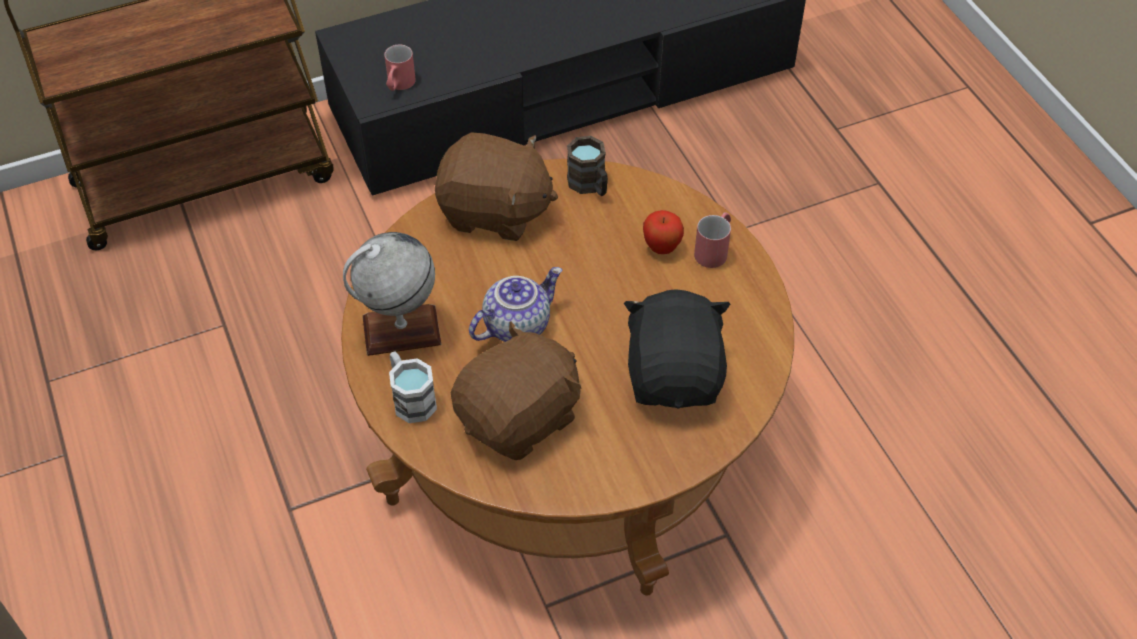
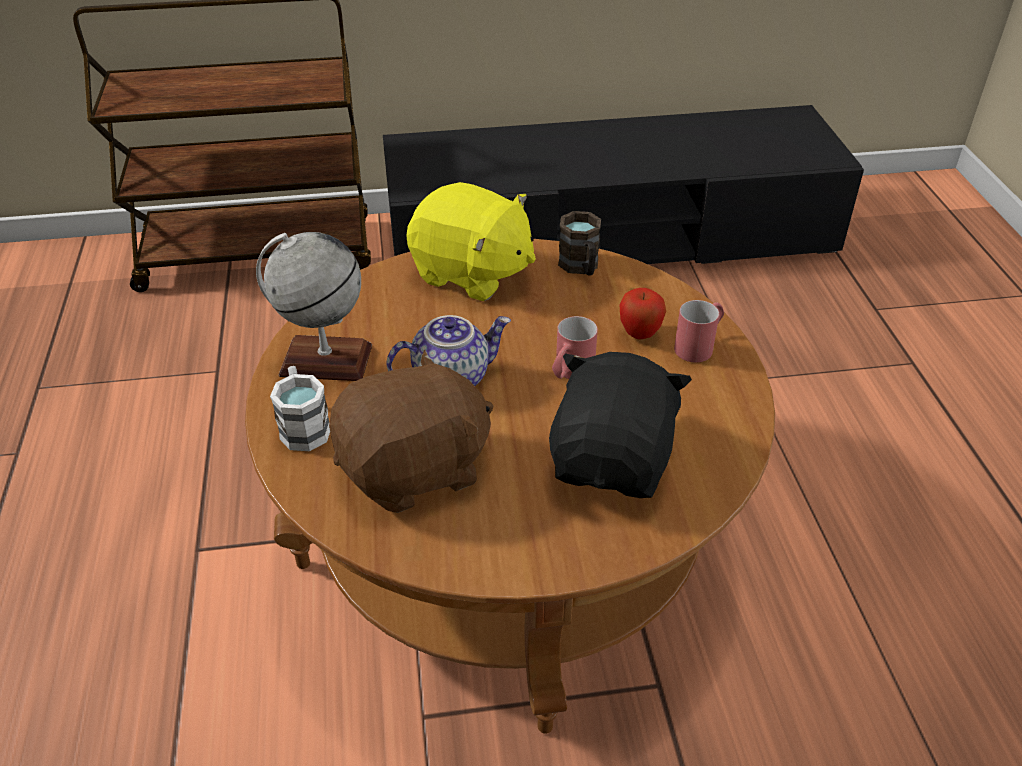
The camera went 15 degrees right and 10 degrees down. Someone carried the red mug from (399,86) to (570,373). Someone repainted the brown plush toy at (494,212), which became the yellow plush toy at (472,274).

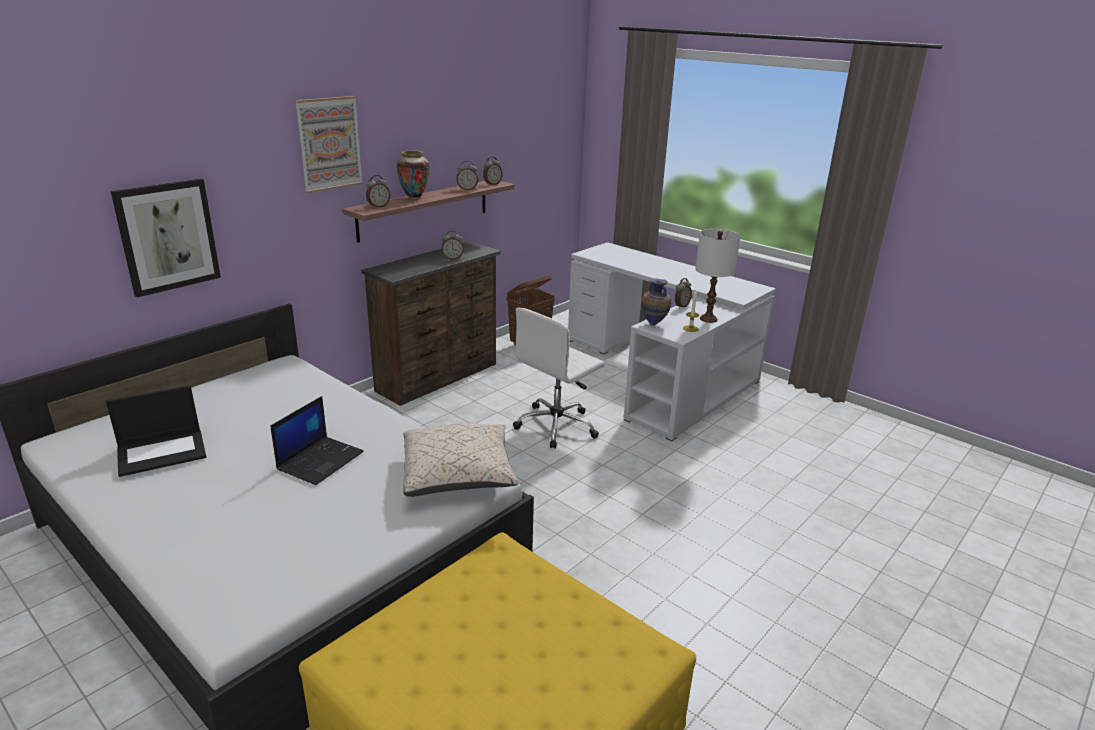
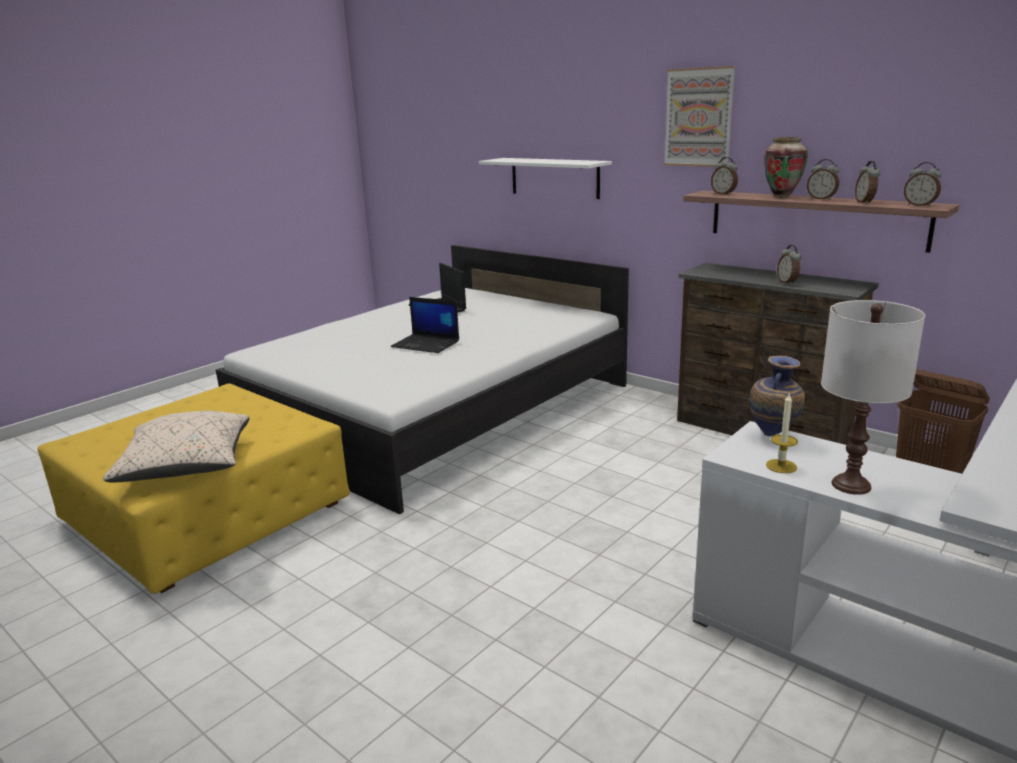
The camera went 90 degrees right and 5 degrees down. Someone took away the white office chair at (557,426). Someone carried the beige pillow from (458,475) to (186,467). Someone carried the alarm clock from (681,306) to (821,199). Someone swapped the picture at (168,236) for the white shelf at (554,177).

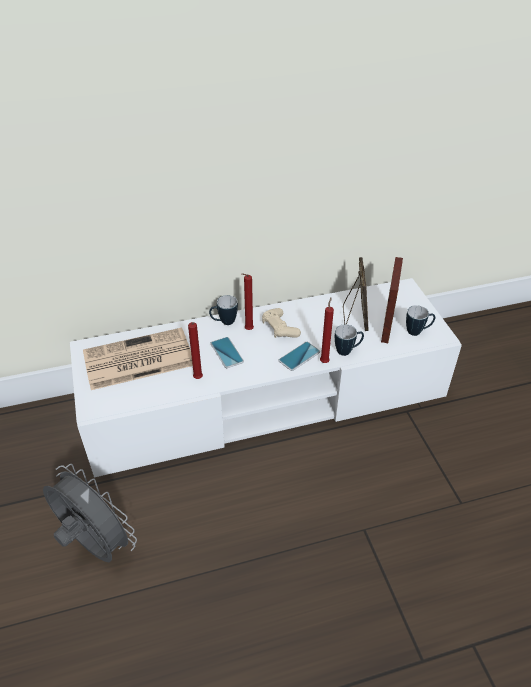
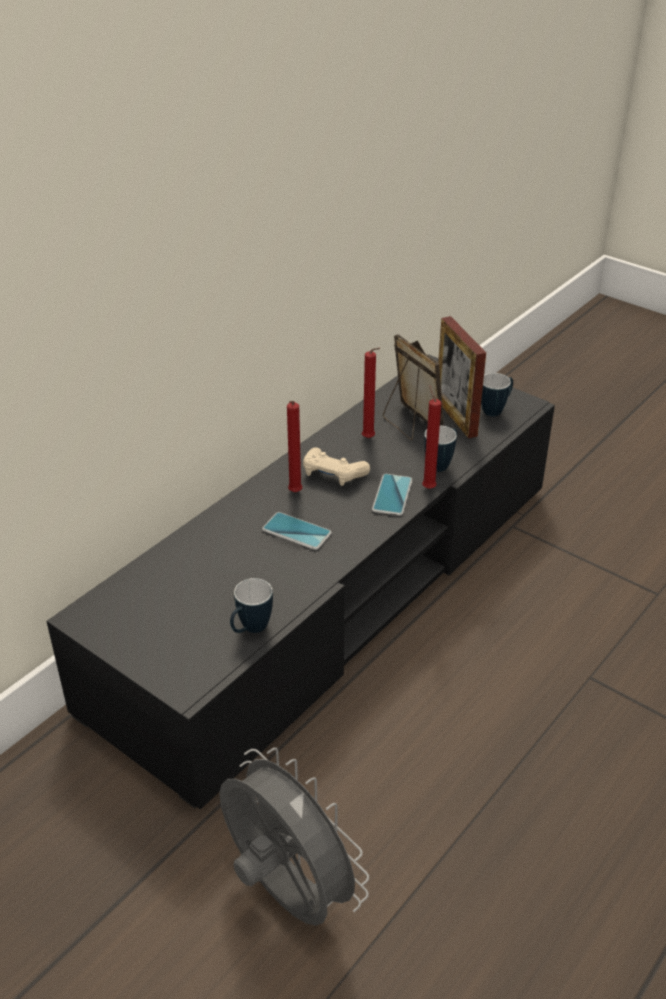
The camera went 35 degrees left and 5 degrees down. Someone took away the newspaper at (137,360). Someone carried the red candle from (198,379) to (369,439). Someone carried the mug from (224,322) to (250,630). Someone repainted the white tv stand at (265,398), which became the black tv stand at (333,592). Someone rotated the grey fan at (95,545) by 45 degrees clockwise.

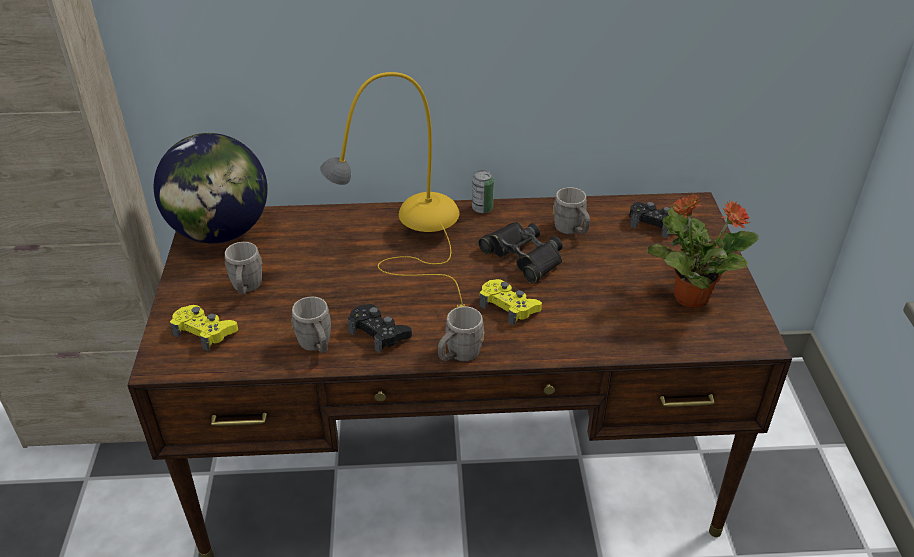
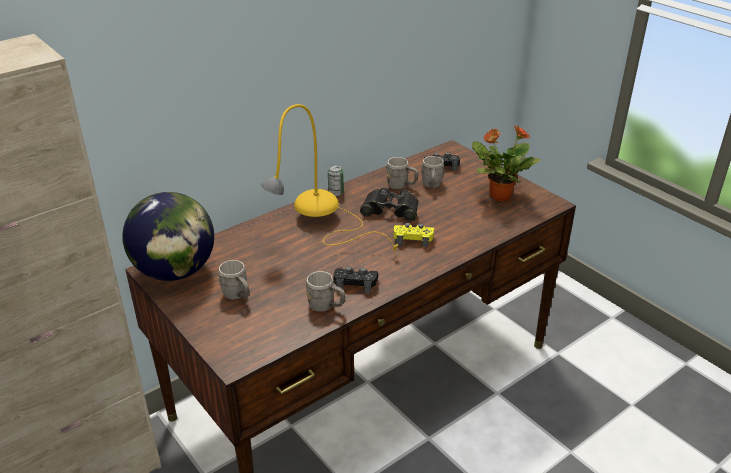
The camera went 35 degrees left and 5 degrees down. Someone took away the yellow game controller at (204,332). Someone carried the grey mug from (459,355) to (431,186).

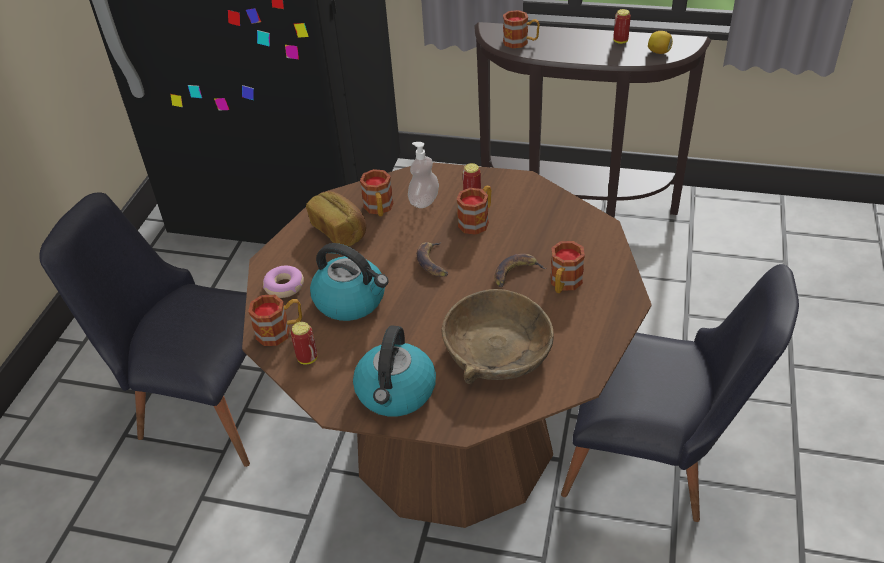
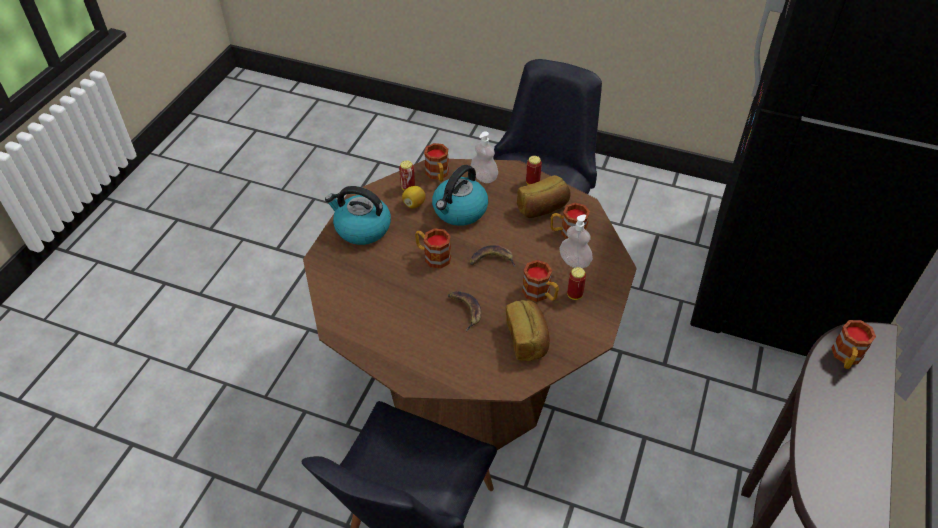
The camera went 95 degrees right and 5 degrees up. Someone took away the brown bowl at (497,349). Someone put down the bread at (527,339). Someone carried the mug from (564,284) to (432,256). Someone carried the can from (620,41) to (532,182). Someone carried the lemon from (659,52) to (414,204). Someone swapped the donut at (284,286) for the soap dispenser at (484,177).

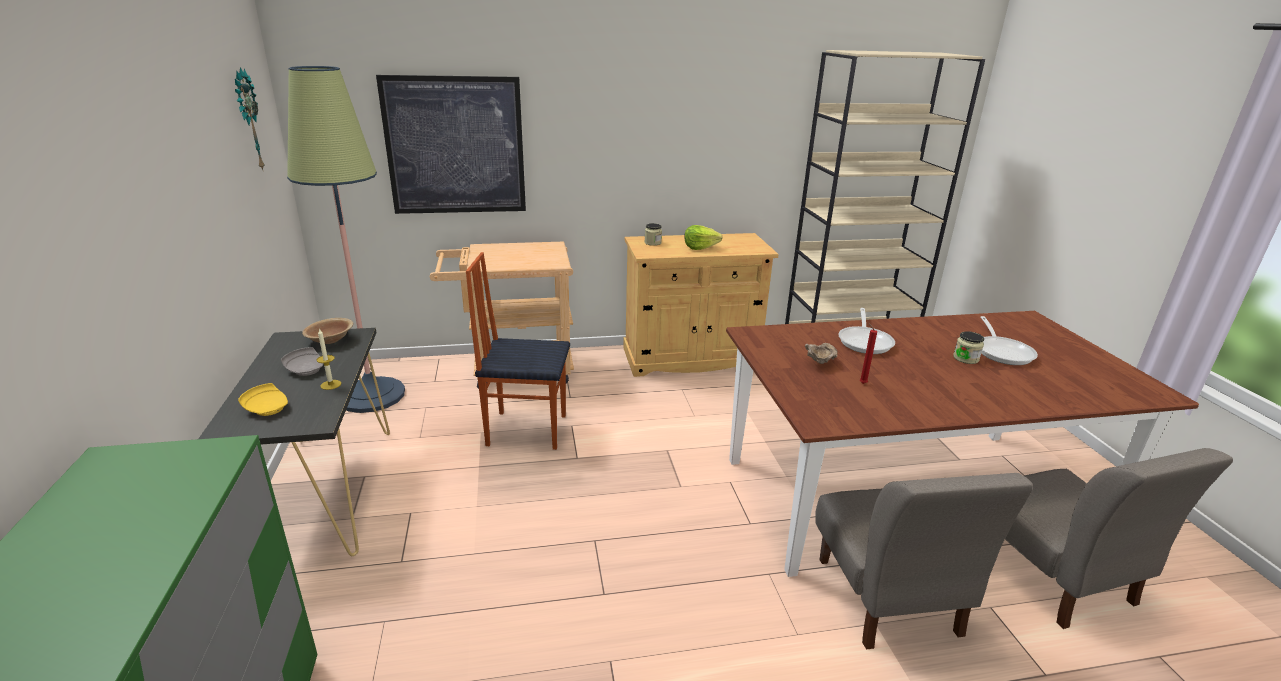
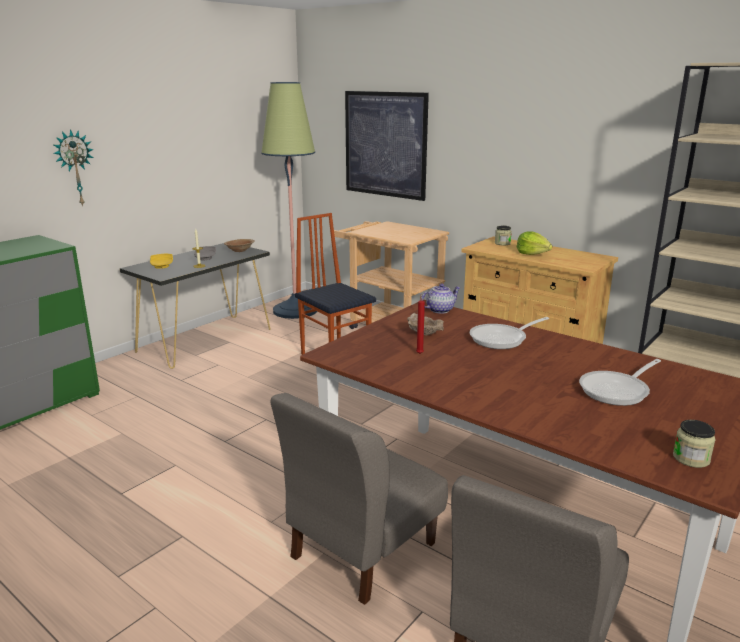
The camera went 50 degrees right and 5 degrees down. Someone put down the teapot at (439,310). Someone carried the wall clock from (247,120) to (74,168). Someone carried the jar from (965,358) to (691,458).

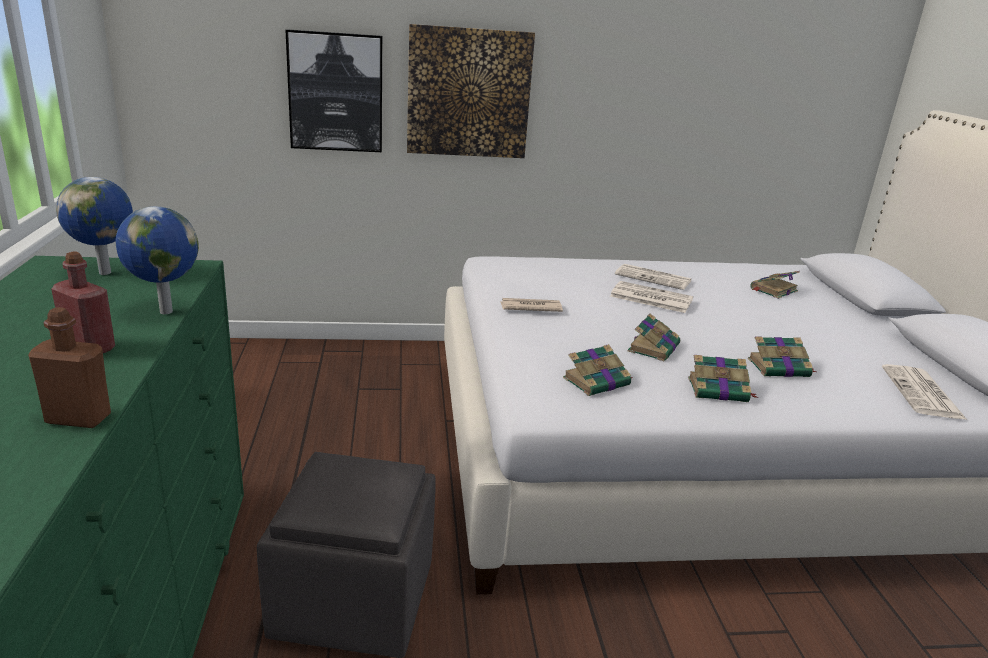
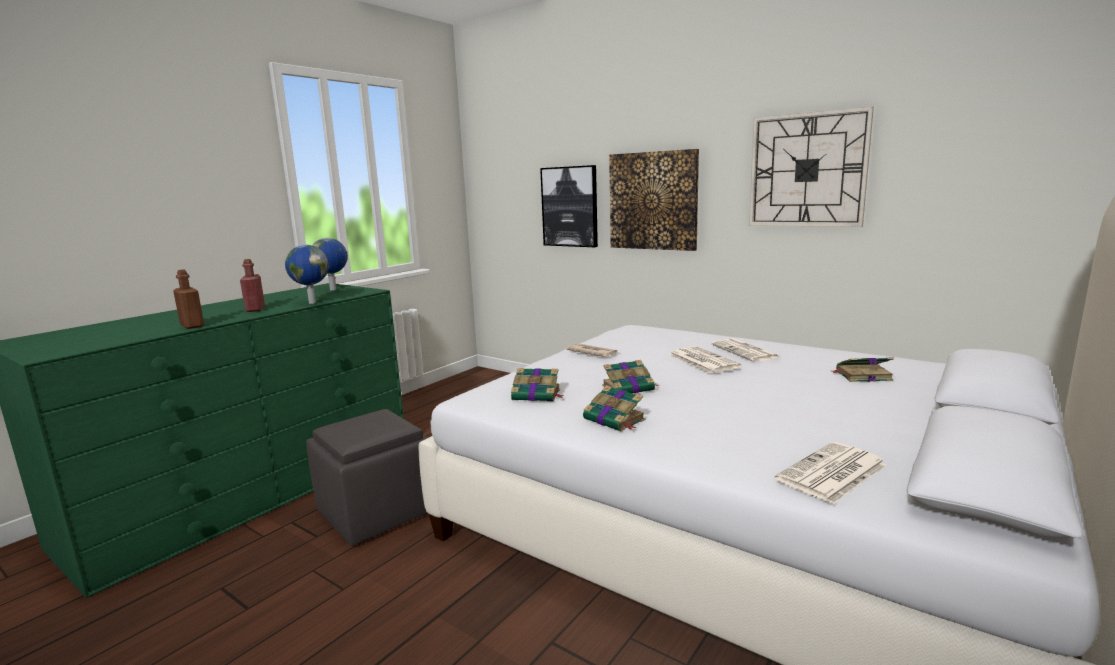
The camera went 45 degrees right and 10 degrees down. Someone took away the book at (780,368). Someone put up the wall clock at (807,170).

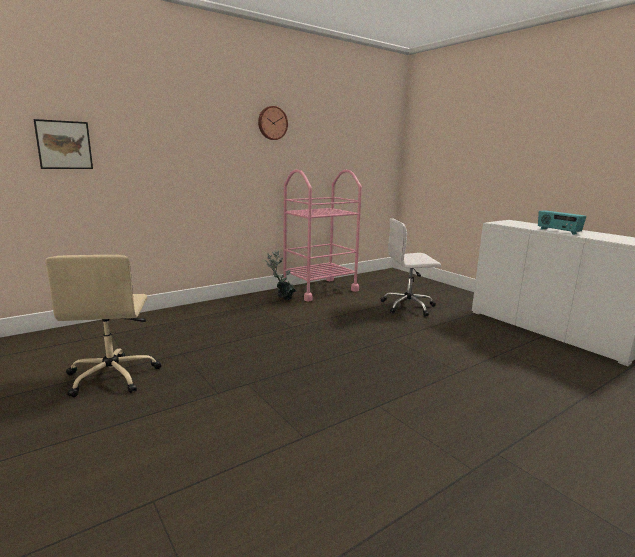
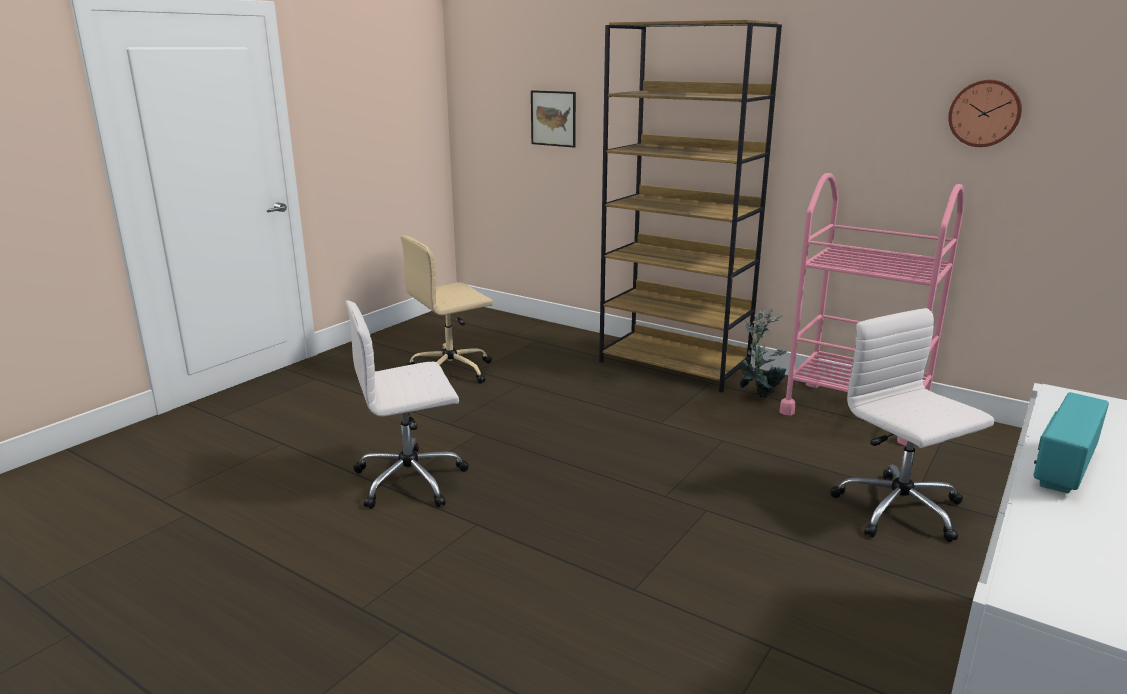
The camera went 70 degrees right and 5 degrees up. Someone put down the white office chair at (412,480). Someone put down the brown bookcase at (675,365). Someone carried the wall clock from (272,123) to (985,113).

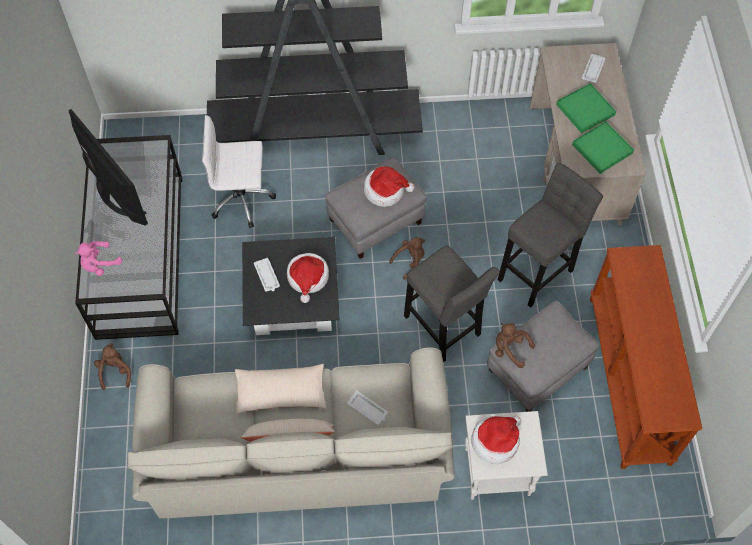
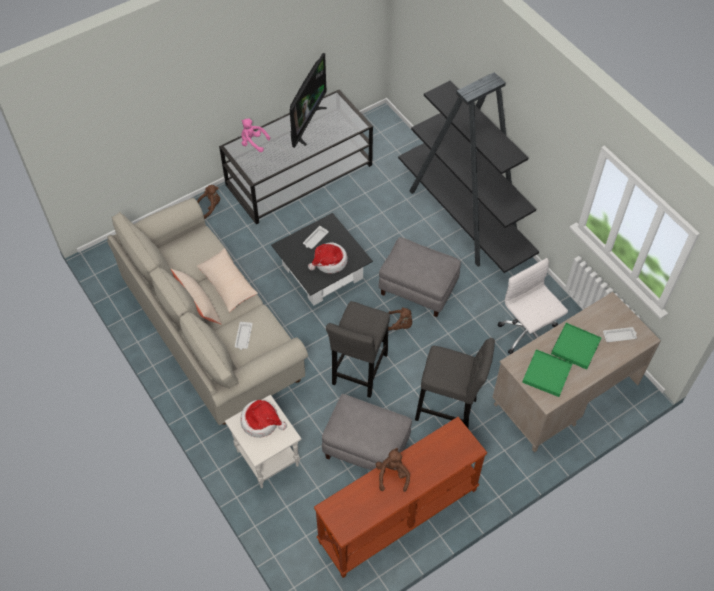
The camera went 60 degrees right and 5 degrees down. Someone took away the hat at (385,190). Someone carried the white office chair from (242,198) to (528,334). Someone carried the brown plush toy from (510,349) to (392,475).

